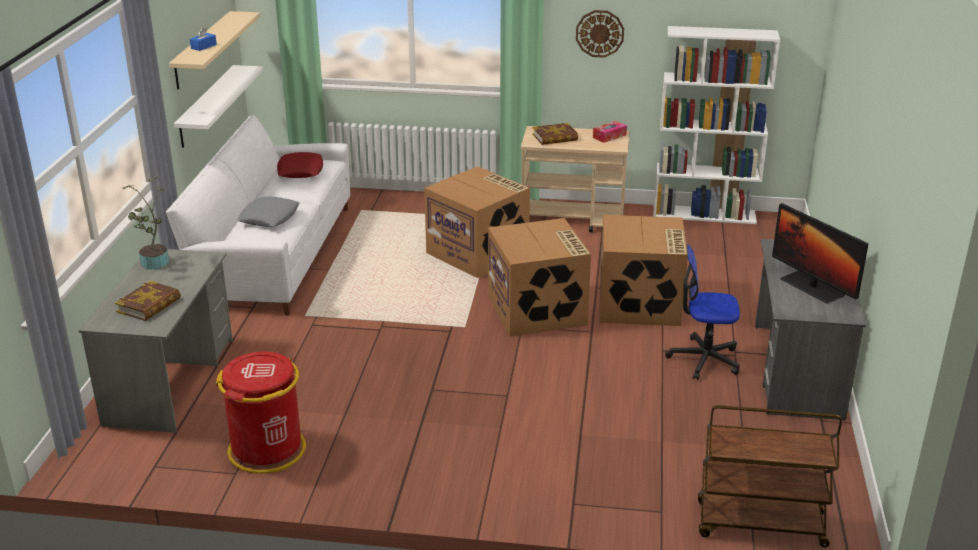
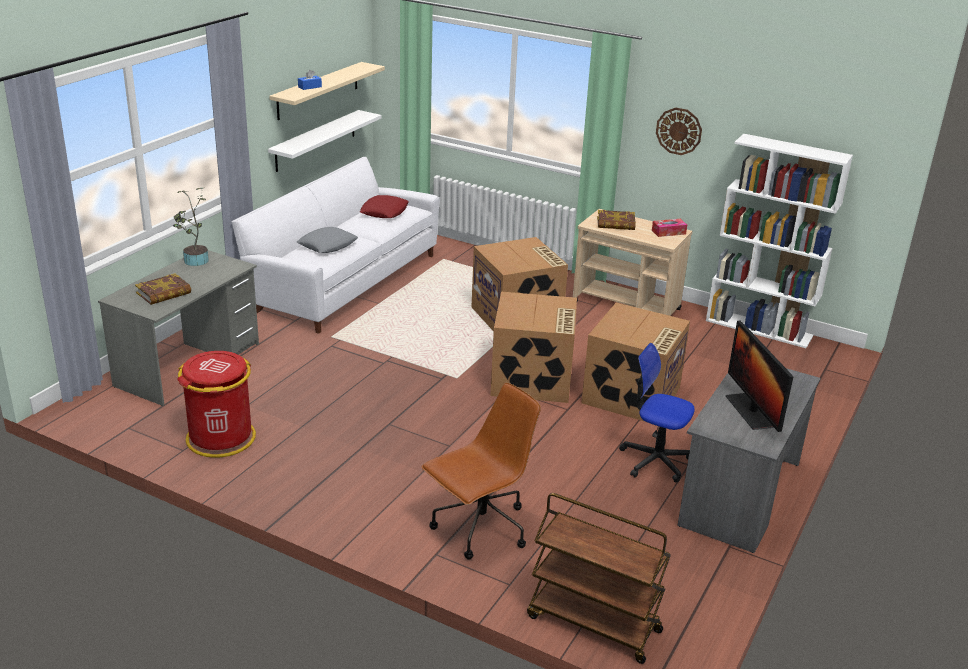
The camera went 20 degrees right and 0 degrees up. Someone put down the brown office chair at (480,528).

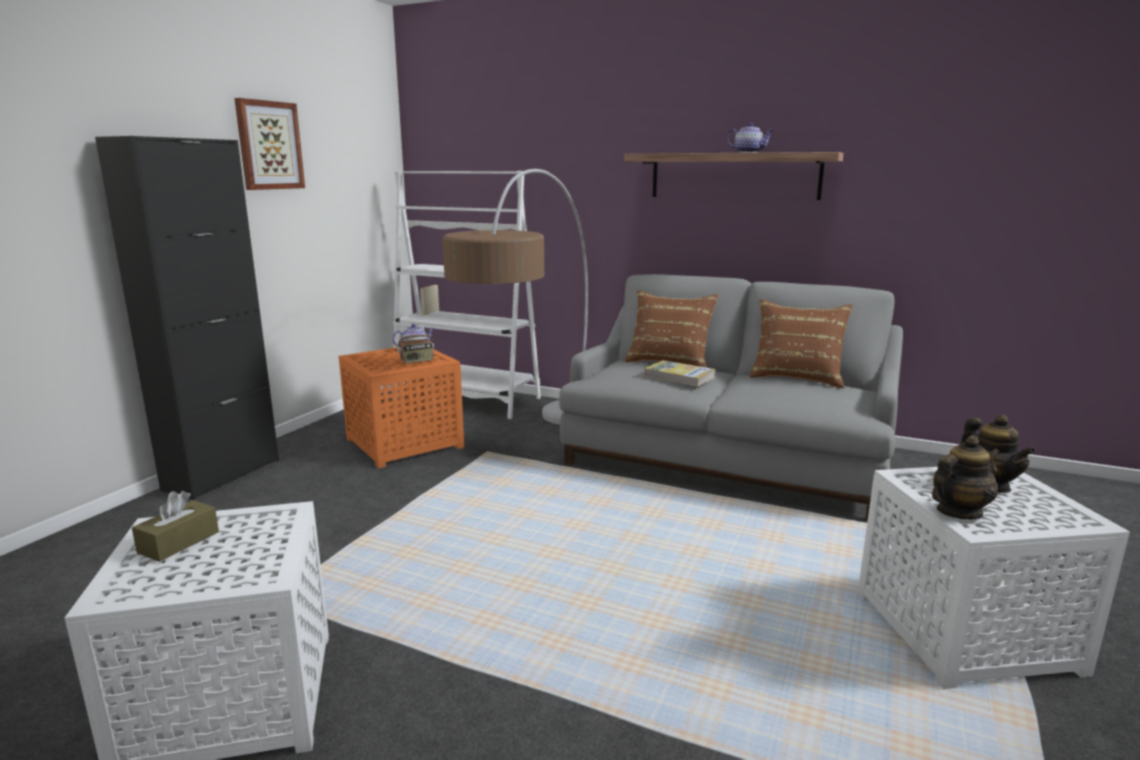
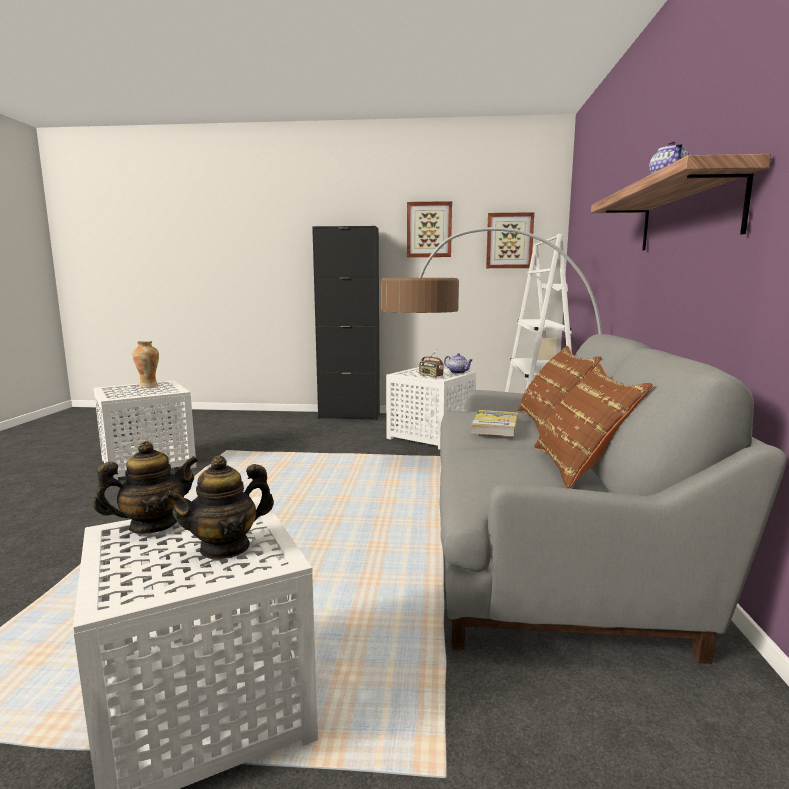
The camera went 70 degrees right and 5 degrees down. Someone put up the picture at (509,241). Someone swapped the brown tissue box at (179,542) for the vase at (148,386). Someone repainted the orange side table at (405,442), which became the white side table at (432,436). Someone rotated the teapot at (958,512) by 75 degrees counterclockwise.

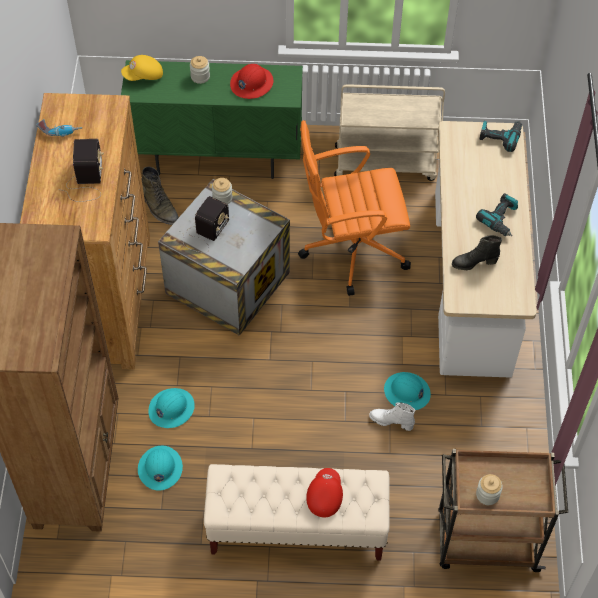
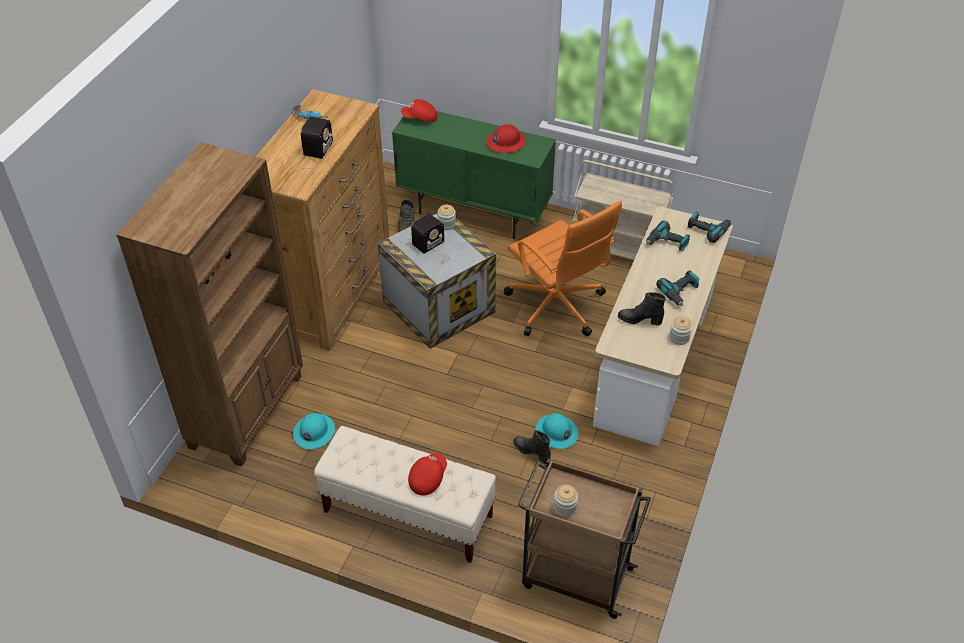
The camera went 20 degrees right and 10 degrees down. Someone took away the turquoise hard hat at (171,408). Someone put down the power drill at (667,243). Someone carried the jar from (200,76) to (679,337). Someone repainted the yellow cap at (143,76), which became the red cap at (420,118). Someone repainted the white boot at (391,421), which became the black boot at (532,452). Someone rotated the orange office chair at (351,248) by 135 degrees counterclockwise.

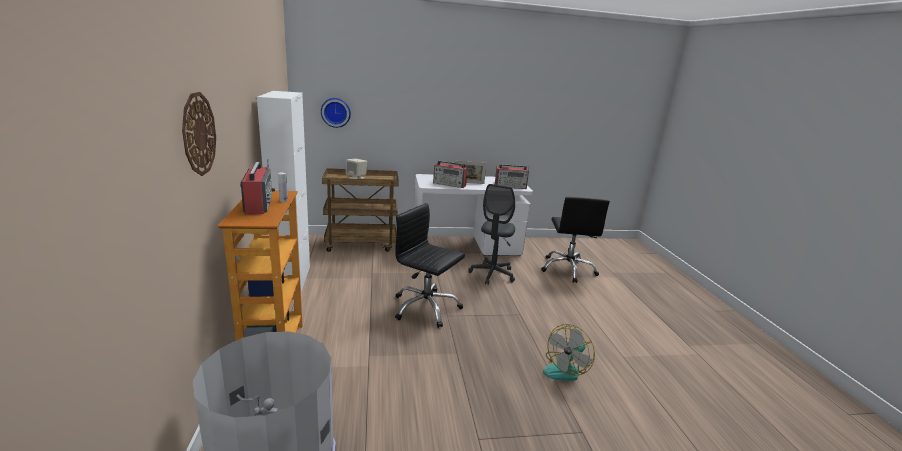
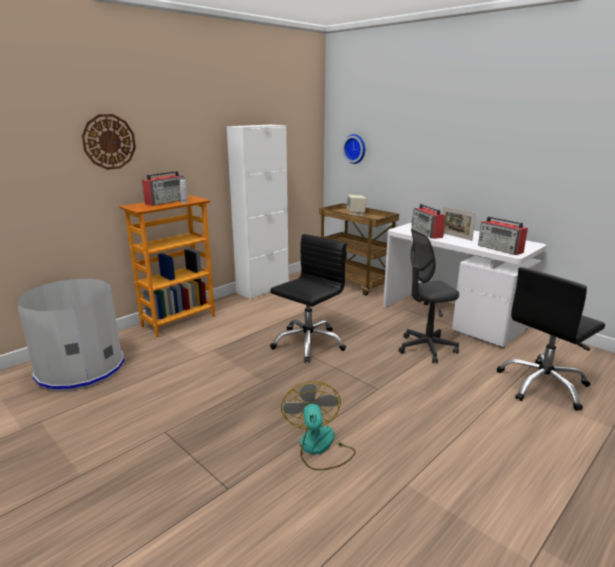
The camera went 55 degrees right and 0 degrees up. Someone rotated the black office chair at (425,308) by 45 degrees clockwise. Someone rotated the fan at (565,369) by 75 degrees clockwise.

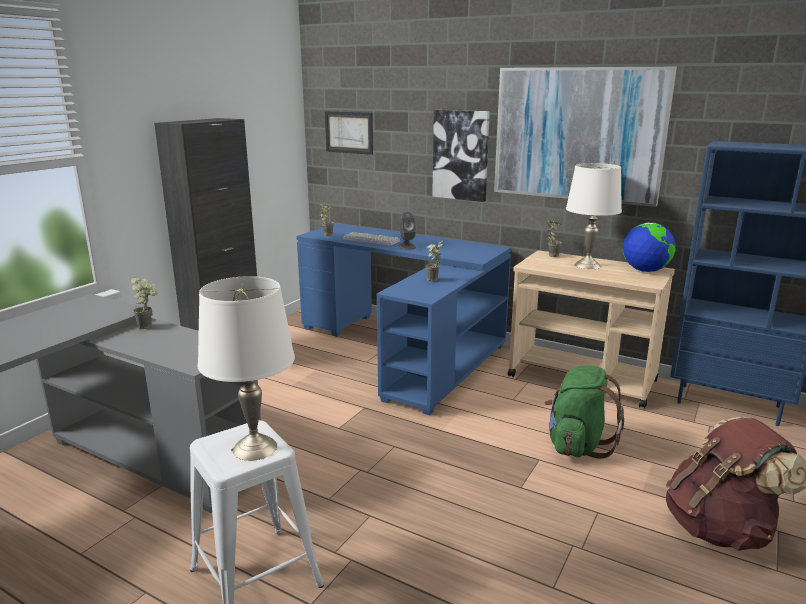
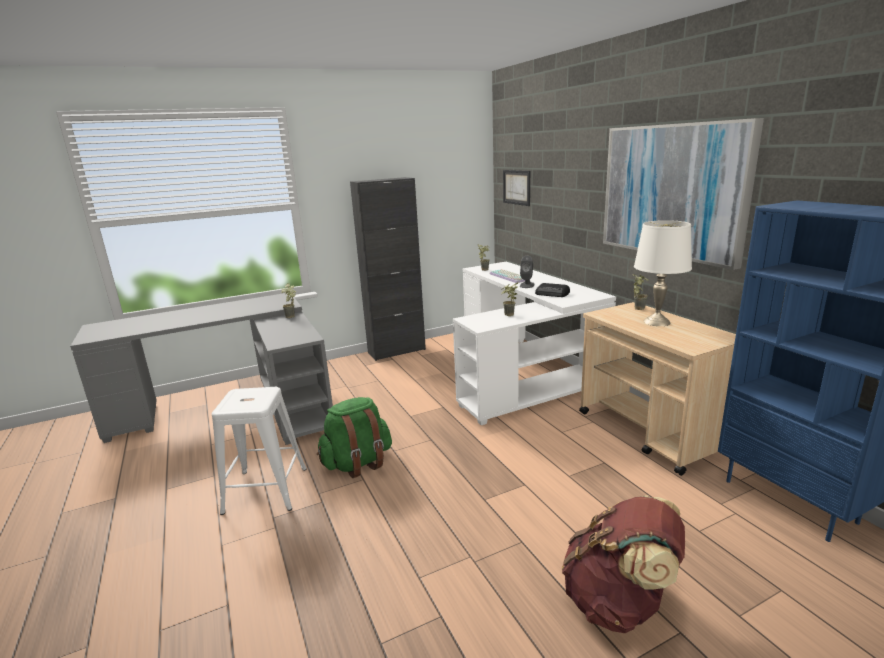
The camera went 35 degrees right and 0 degrees up. Someone took away the white table lamp at (255,448). Someone took away the picture at (461,155). Someone took away the globe at (645,271). Someone put down the radio at (552,294). Someone carried the green backpack from (577,445) to (358,463). Someone repainted the blue desk at (407,349), which became the white desk at (524,371).

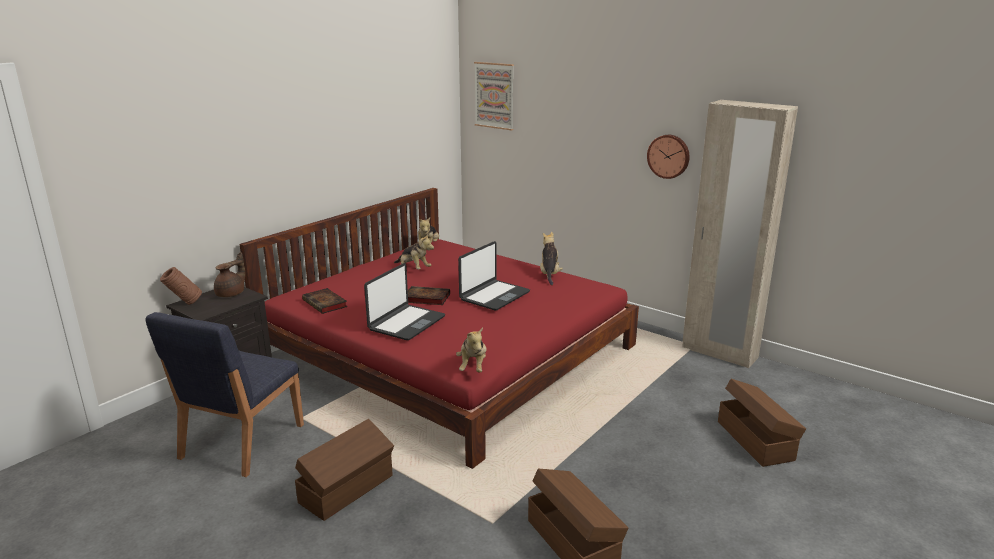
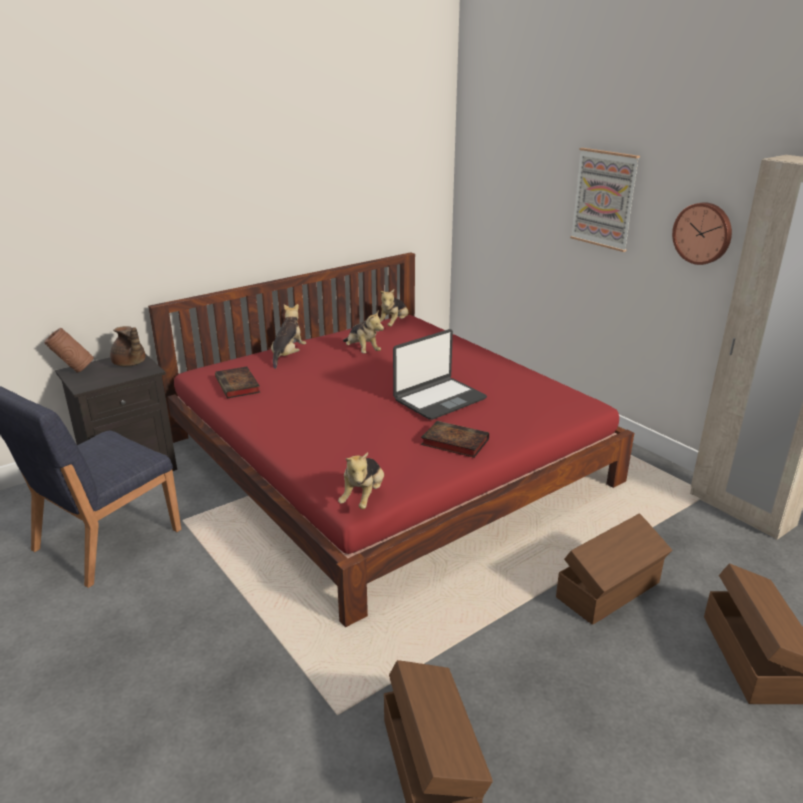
The camera went 15 degrees right and 5 degrees up. Someone took away the laptop at (406,323). Someone carried the brown storage box from (348,489) to (610,590). Someone carried the book from (425,298) to (453,442). Someone carried the picture from (494,95) to (604,199). Someone carried the plush toy from (549,274) to (288,355). Someone rotated the brown teapot at (231,294) by 90 degrees clockwise.

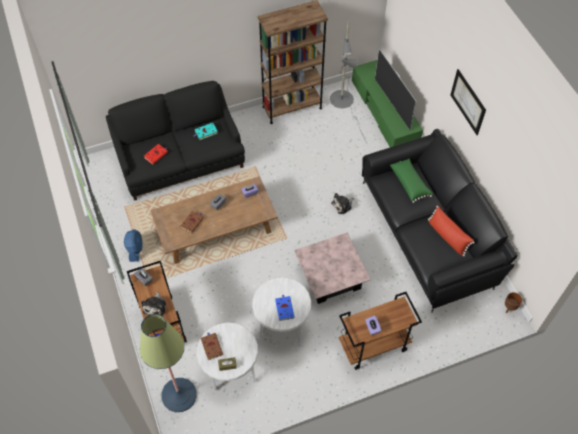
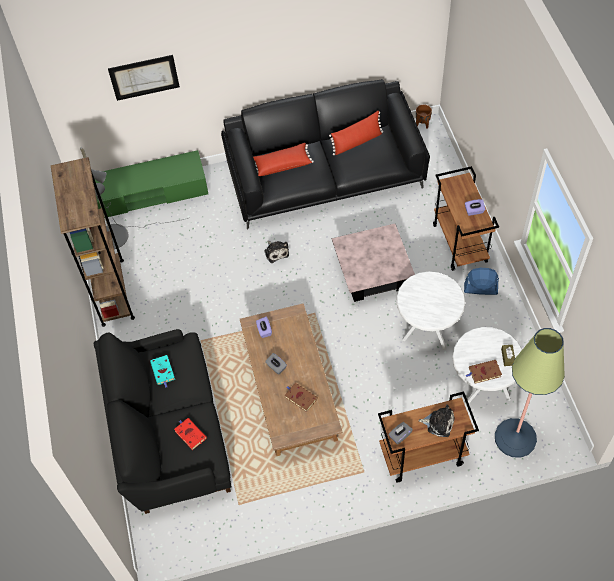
The camera went 80 degrees left and 0 degrees up. Someone took away the blue book at (284,308). Someone took away the television at (392,104). Someone carried the blue fan from (135,249) to (480,289). Someone carried the picture from (468,102) to (144,77). Someone repainted the green pillow at (410,183), which became the red pillow at (282,164).

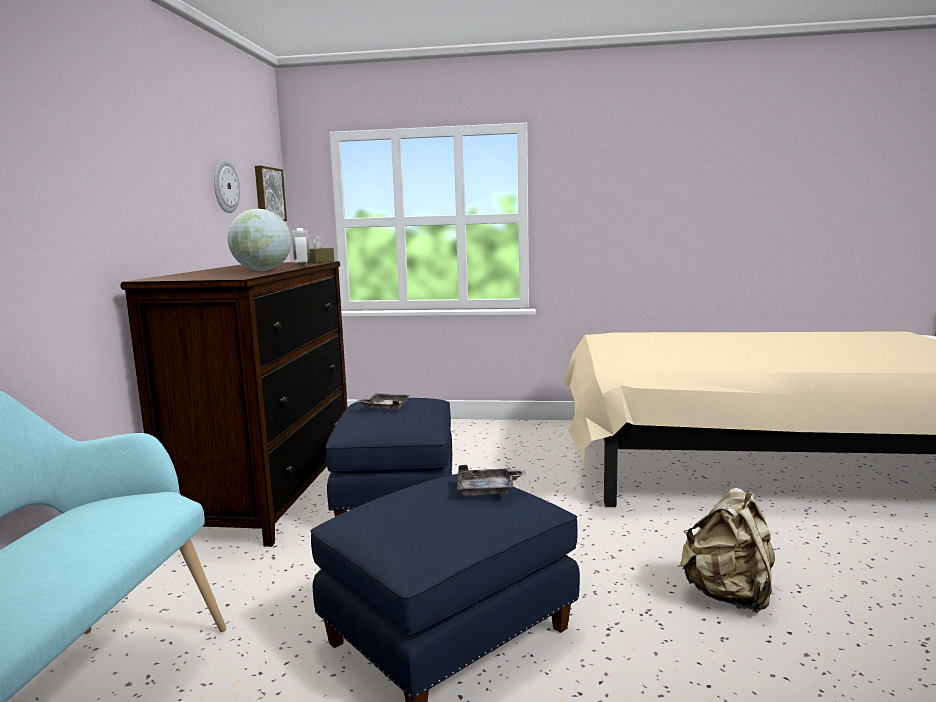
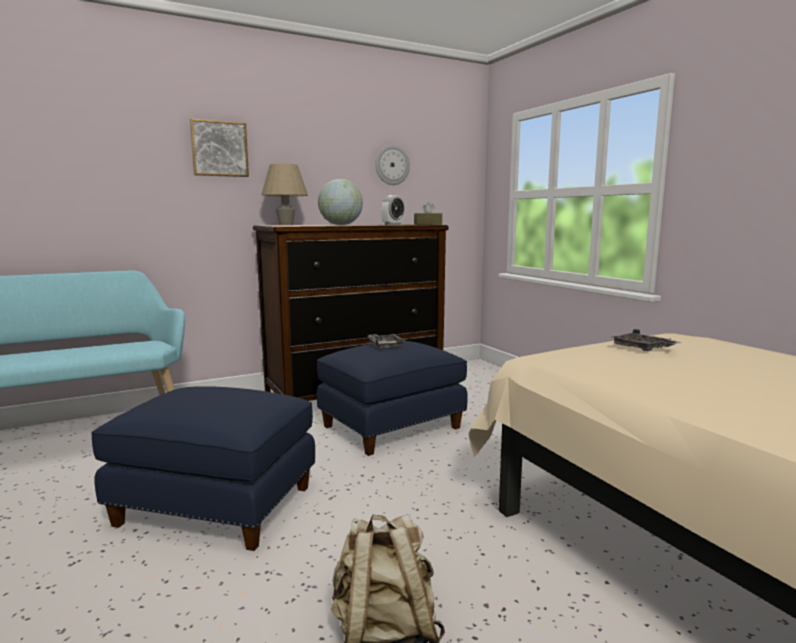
The camera went 55 degrees right and 0 degrees up. Someone put down the beige table lamp at (286,225). Someone carried the picture from (268,194) to (219,149). Someone carried the grey tray from (488,490) to (642,349).

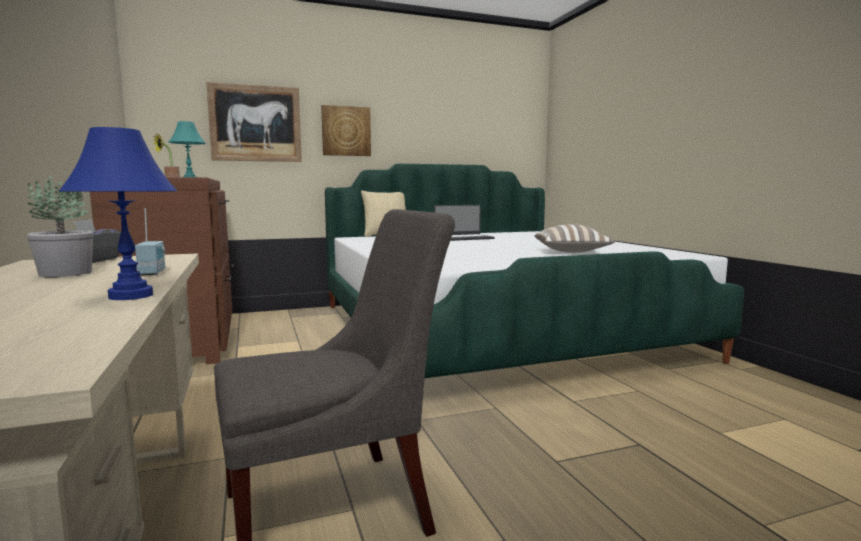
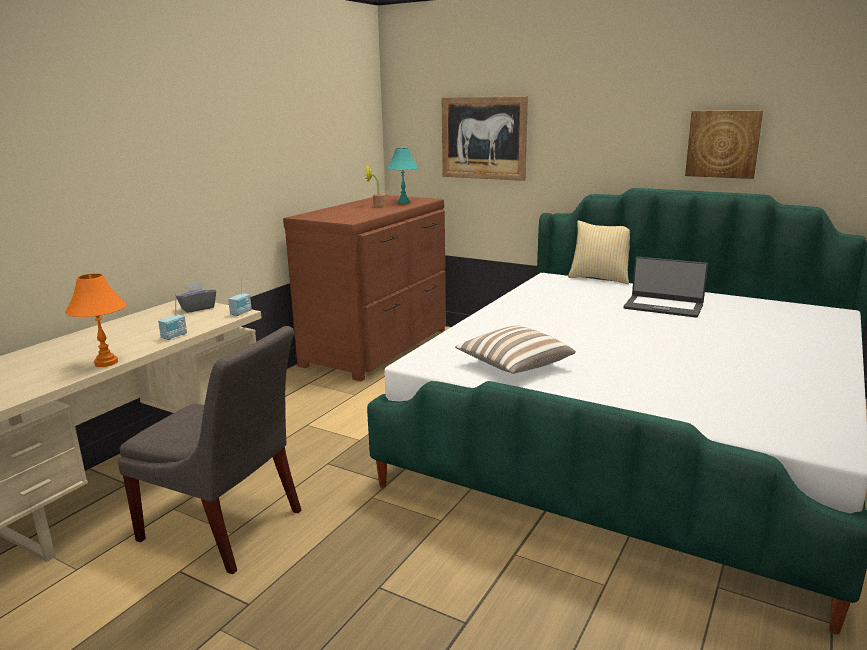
The camera went 50 degrees right and 10 degrees up. Someone took away the potted plant at (66,273). Someone put down the radio at (241,313). Someone carried the picture from (346,131) to (723,144). Someone carried the pillow from (571,252) to (513,366). Someone repainted the blue table lamp at (130,296), which became the orange table lamp at (106,363).

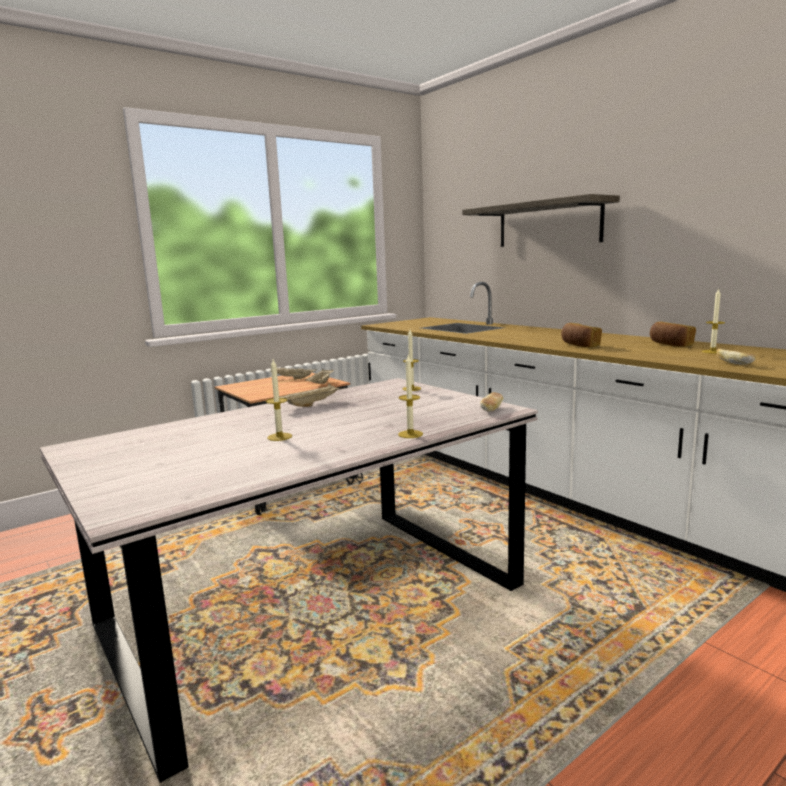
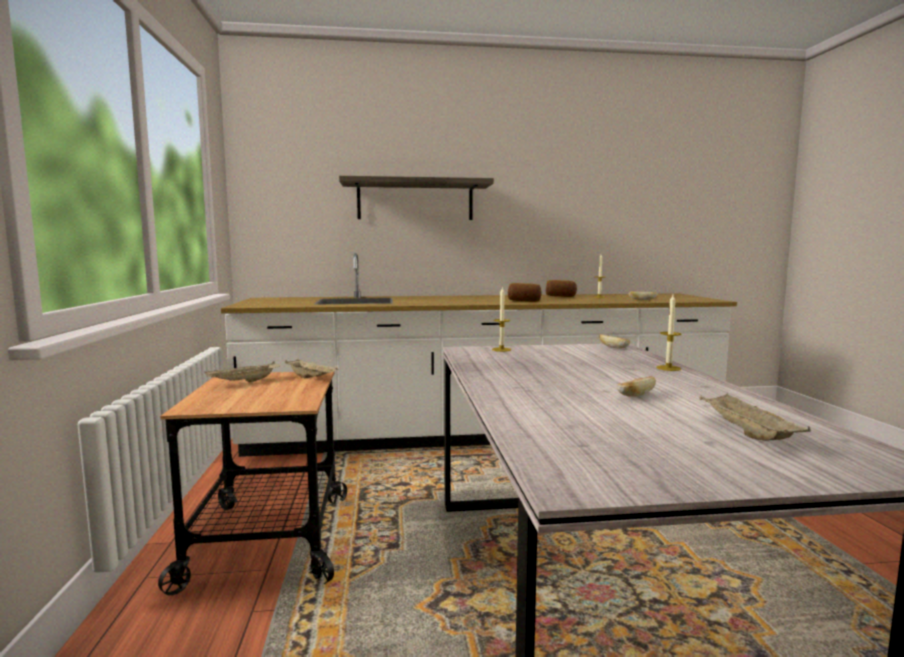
The camera went 60 degrees left and 5 degrees down. Someone carried the beige tray from (312,404) to (745,432). Someone swapped the candle at (279,437) for the bread at (635,395).

